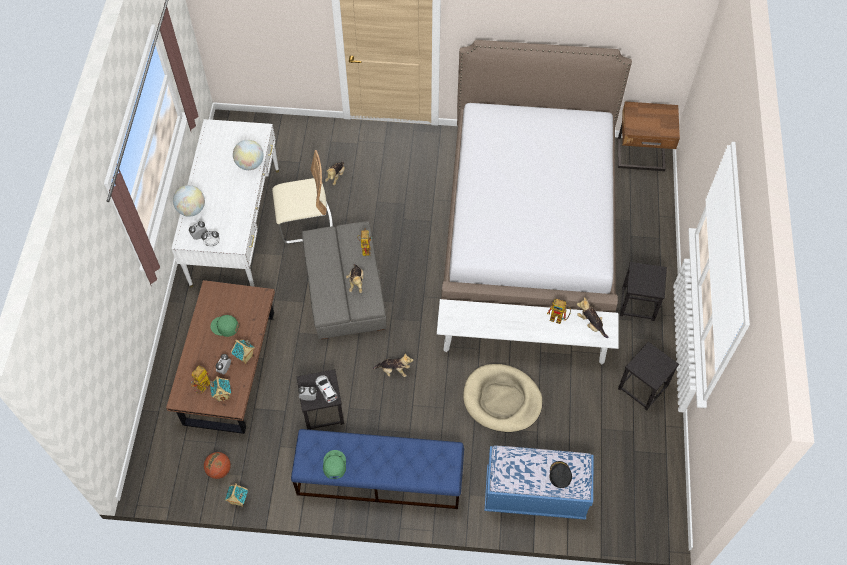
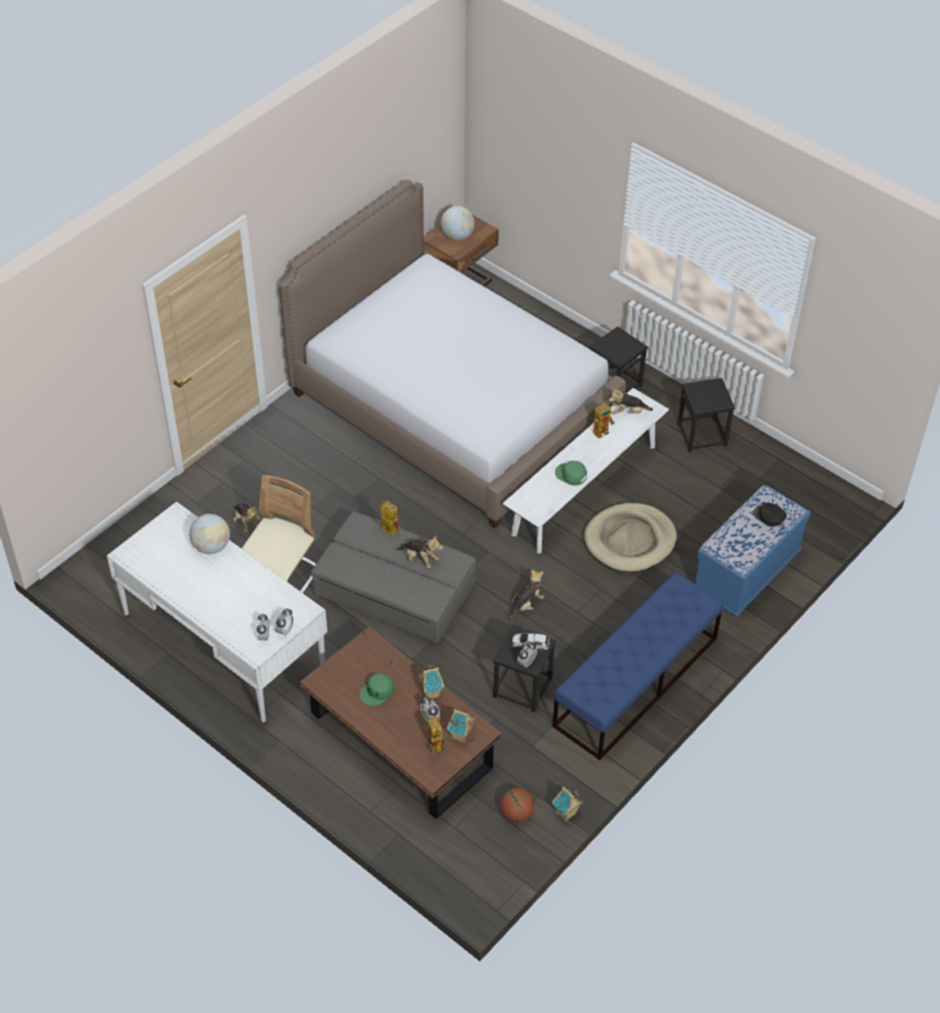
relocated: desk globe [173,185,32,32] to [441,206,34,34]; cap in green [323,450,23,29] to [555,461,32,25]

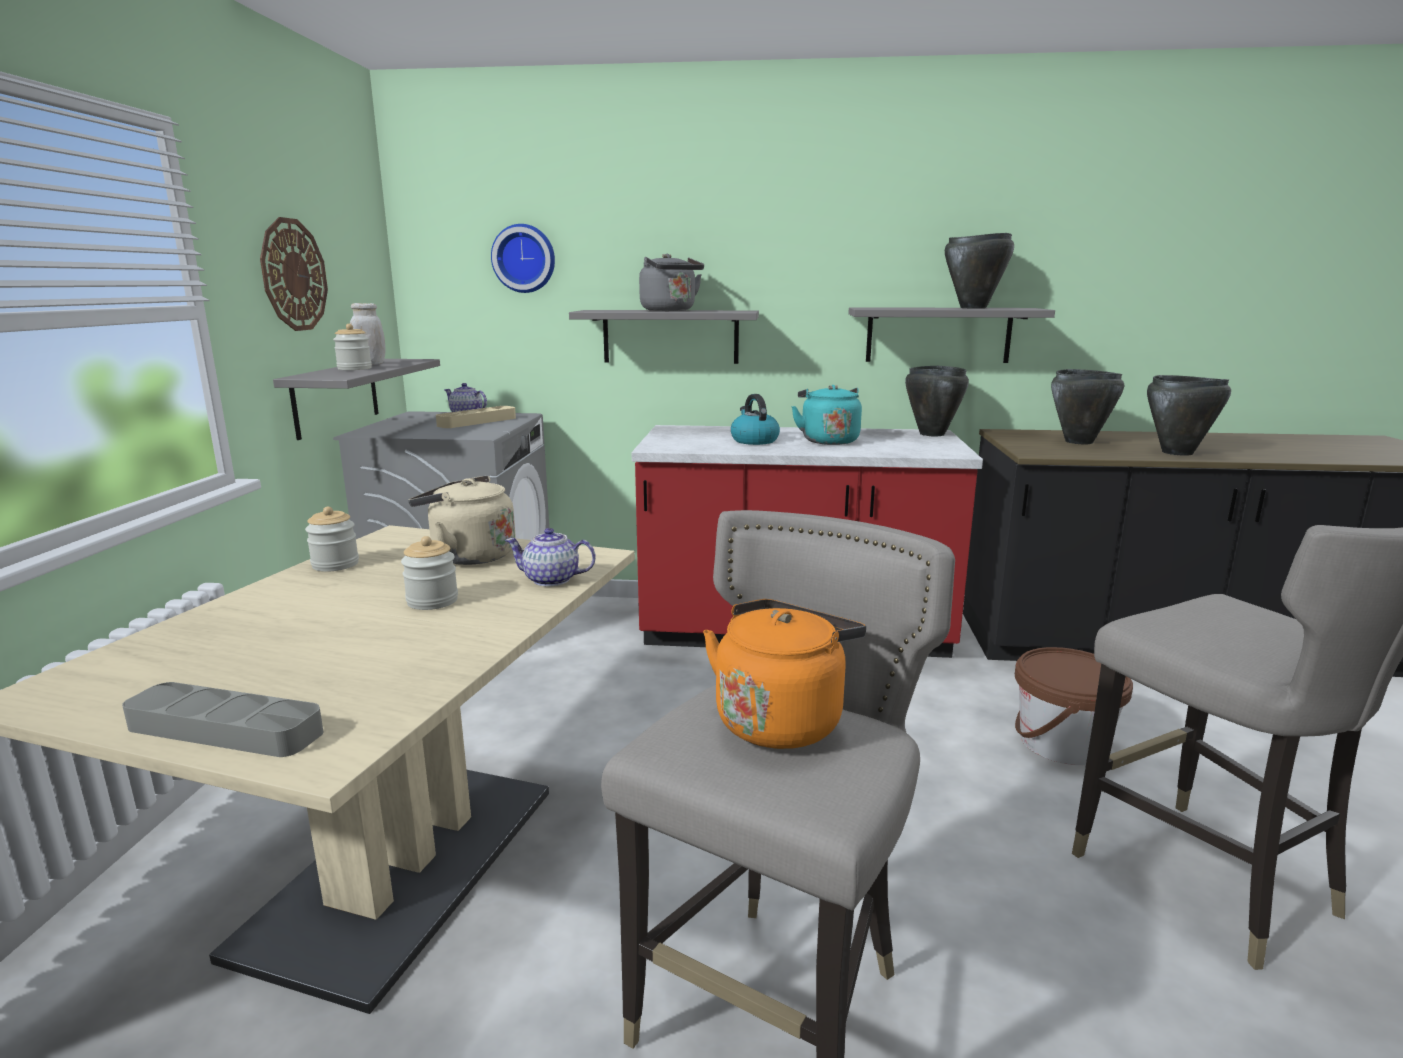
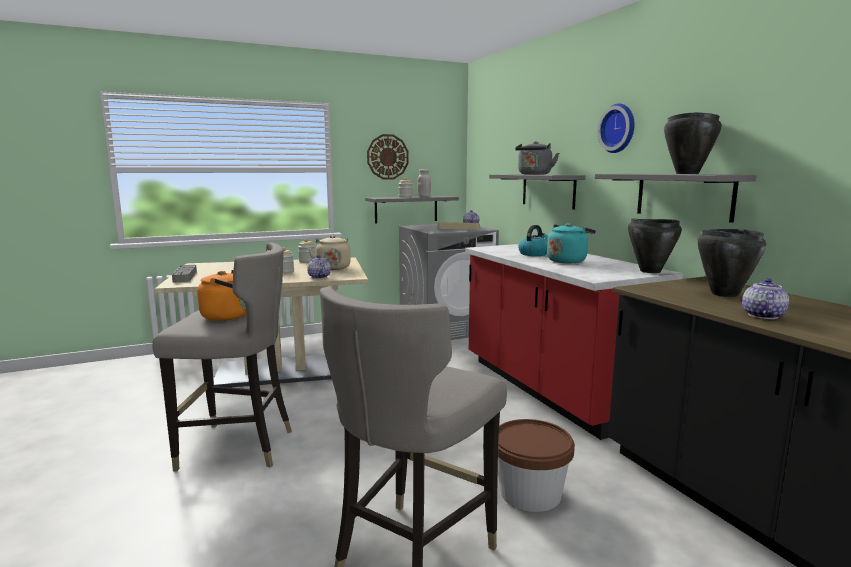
relocated: clock on the wall [491,224,64,69] to [597,104,38,49]
exchanged: stockpot in black [1147,375,84,81] to teapot [742,278,47,41]

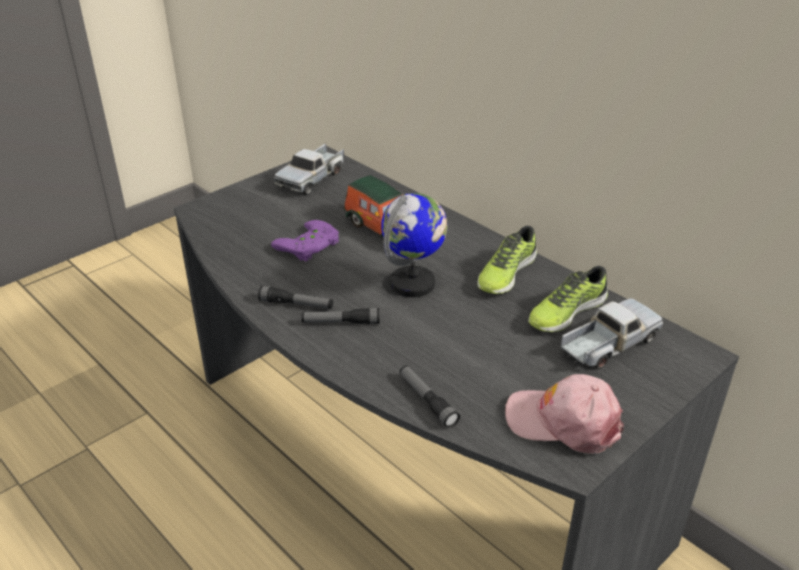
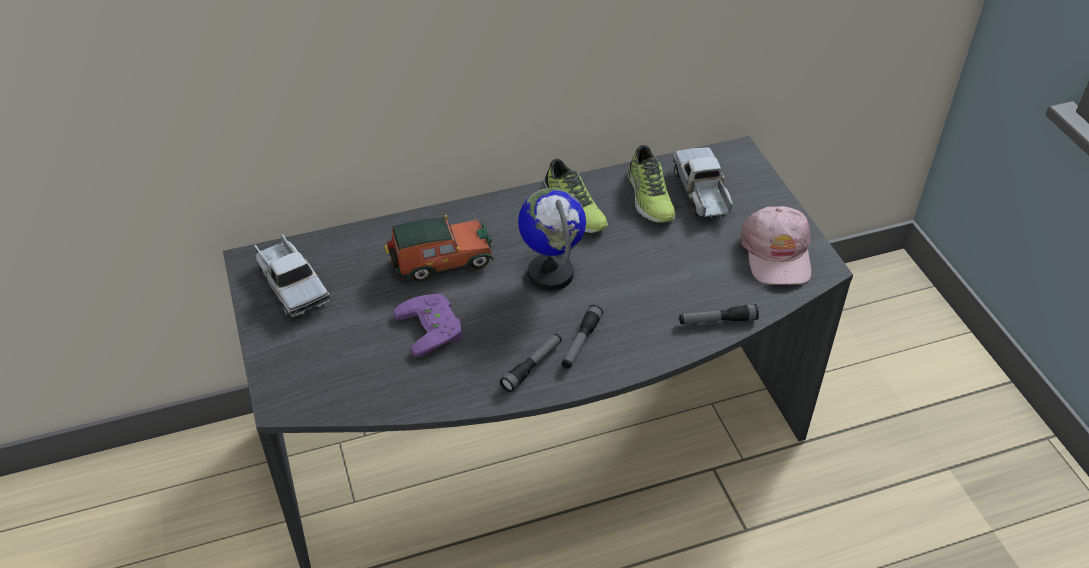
spun: cap in pinkish [505,374,119,80] = [740,206,71,79] 45 degrees counterclockwise

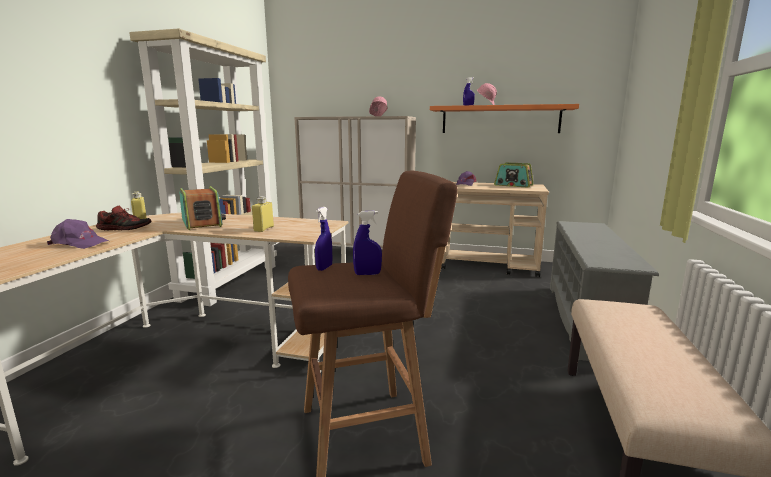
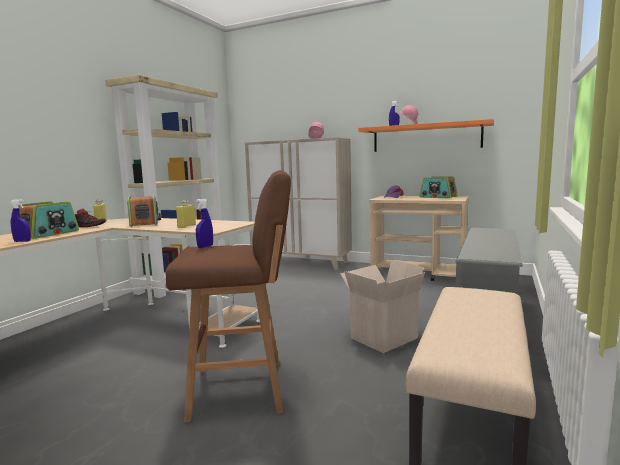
appeared: cardboard box [340,260,85,93]
relocated: hand sprayer in blue-coloured [353,211,29,64] to [11,199,20,43]
exchanged: cap in purplish [47,219,62,30] to radio receiver [18,201,61,38]

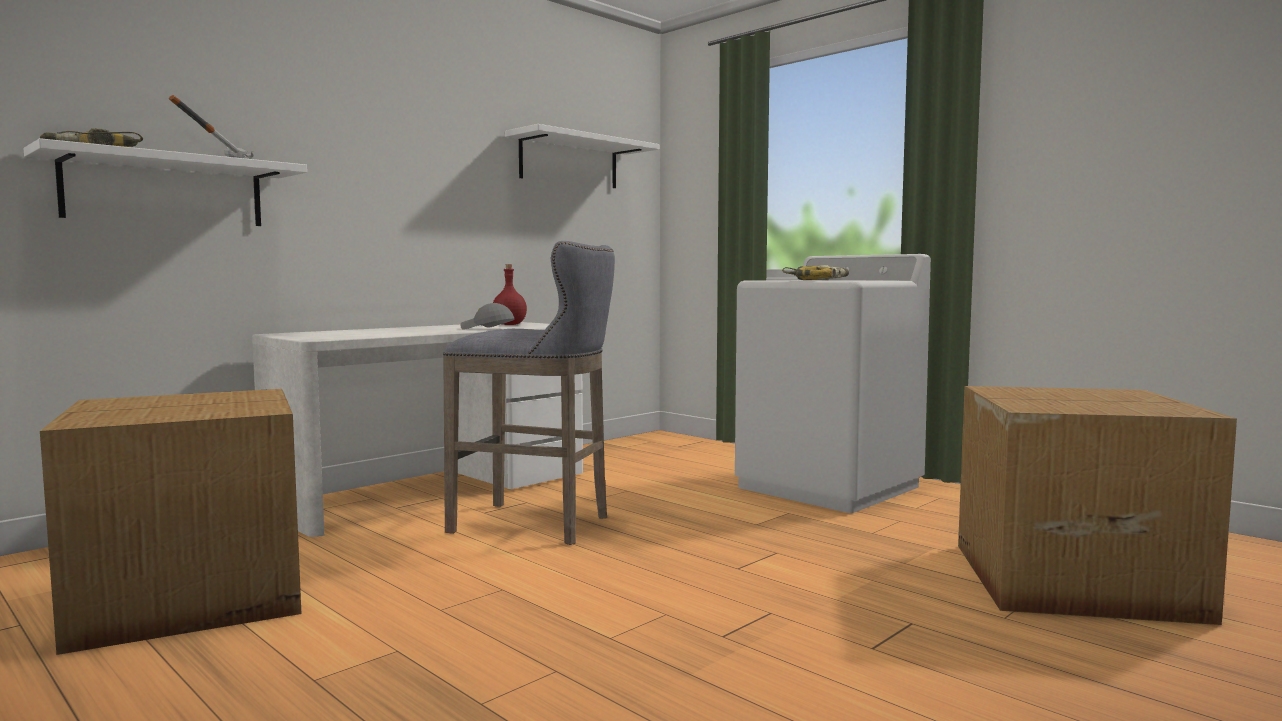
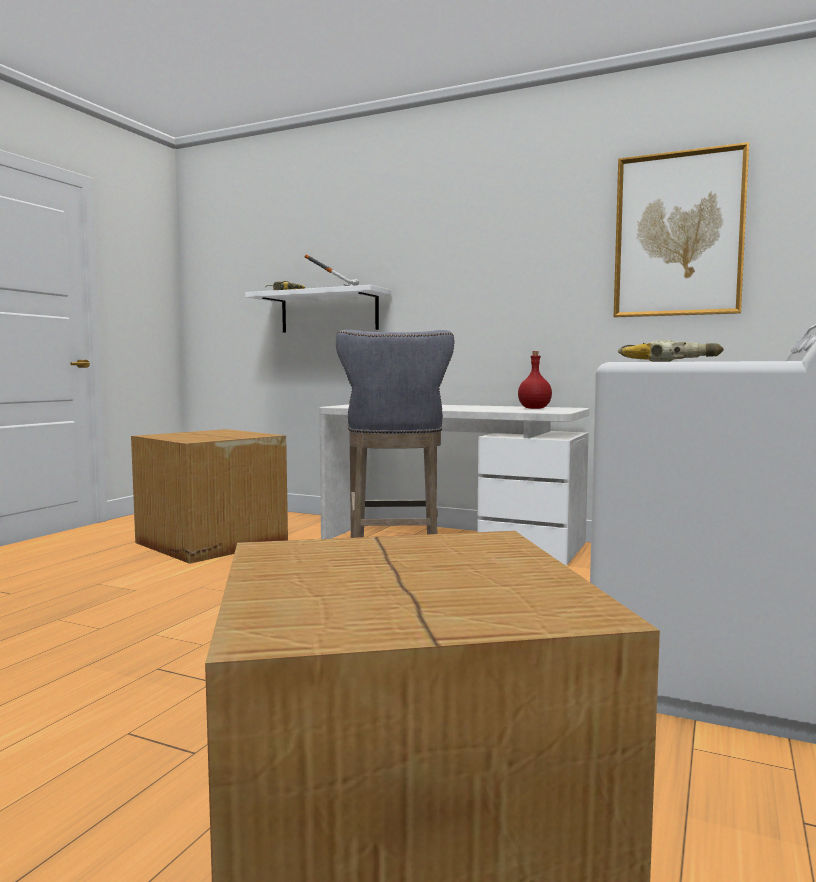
missing: cap in grey [460,303,54,27]
exchanged: bracket shelf in white-coloured [505,124,154,64] to wall art [614,142,135,175]

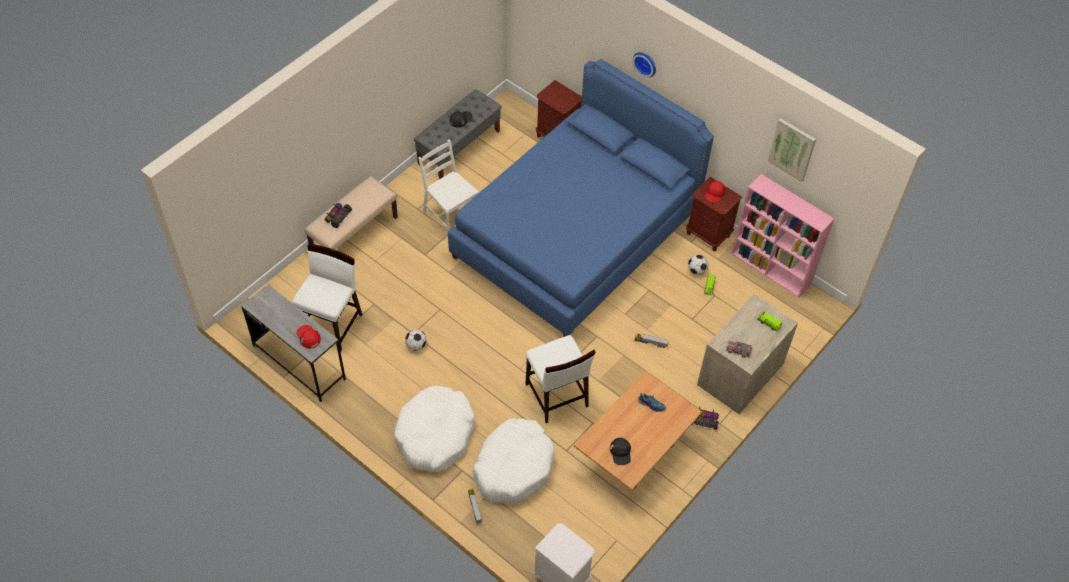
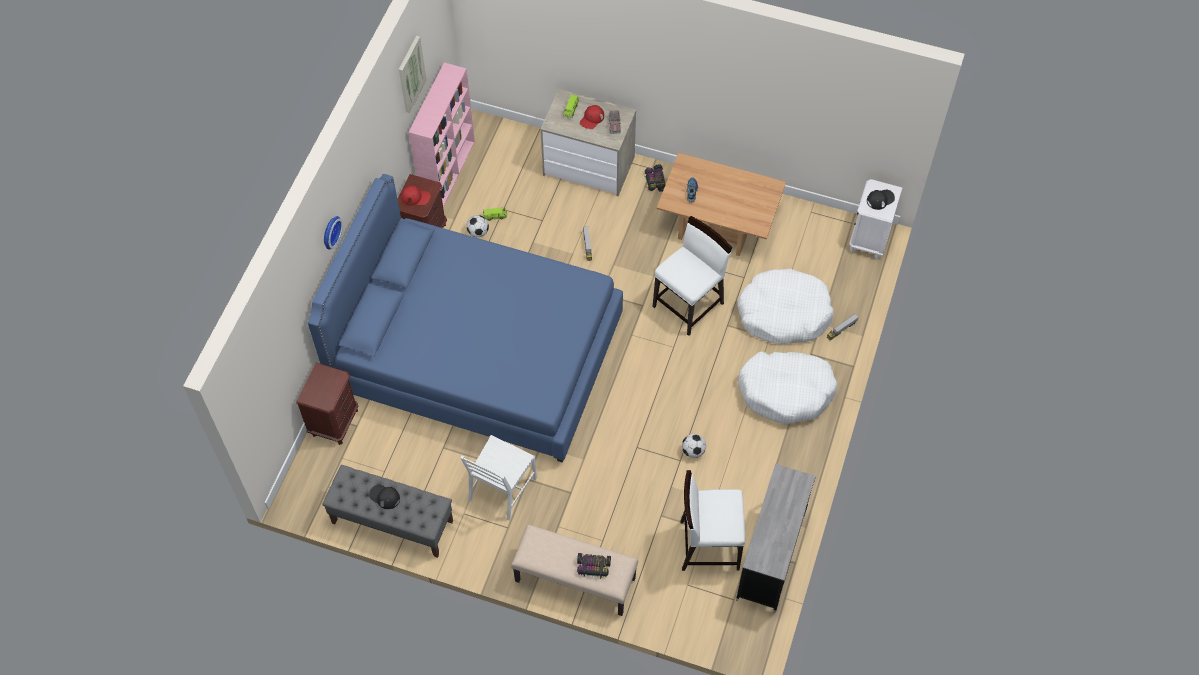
relocated: cap in red-coloured [297,325,24,23] to [580,105,24,24]; cap in black [610,438,21,27] to [867,190,28,20]

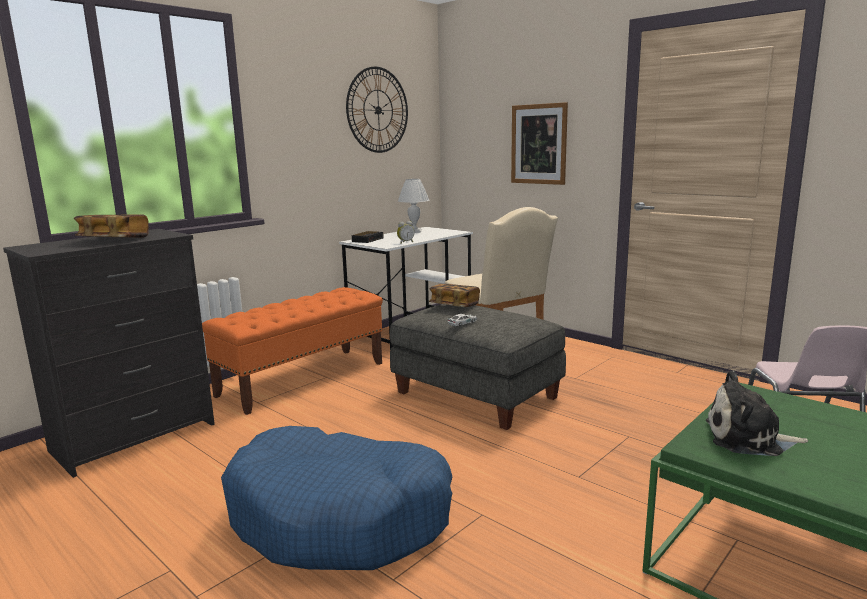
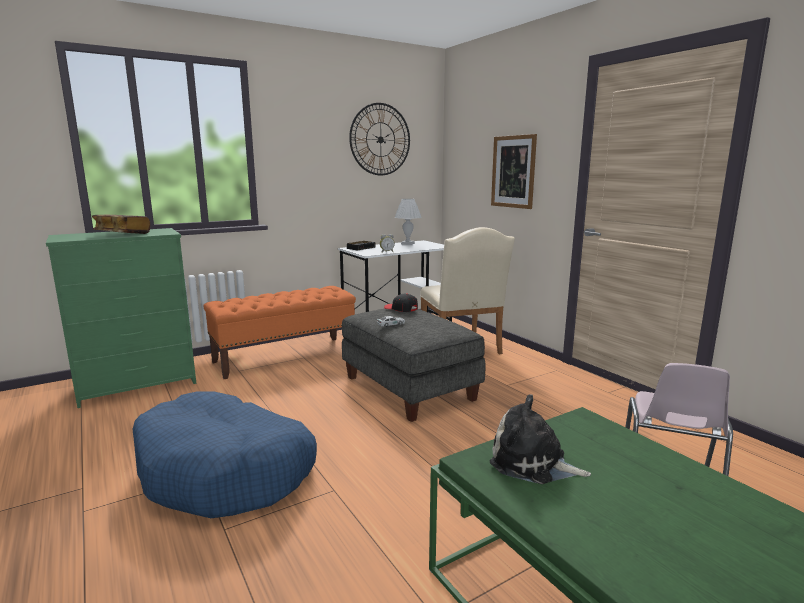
exchanged: volume [429,284,51,23] to cap in black [384,293,34,19]
colour: chest of drawers in black [3,229,212,249] to chest of drawers in green [46,228,150,180]

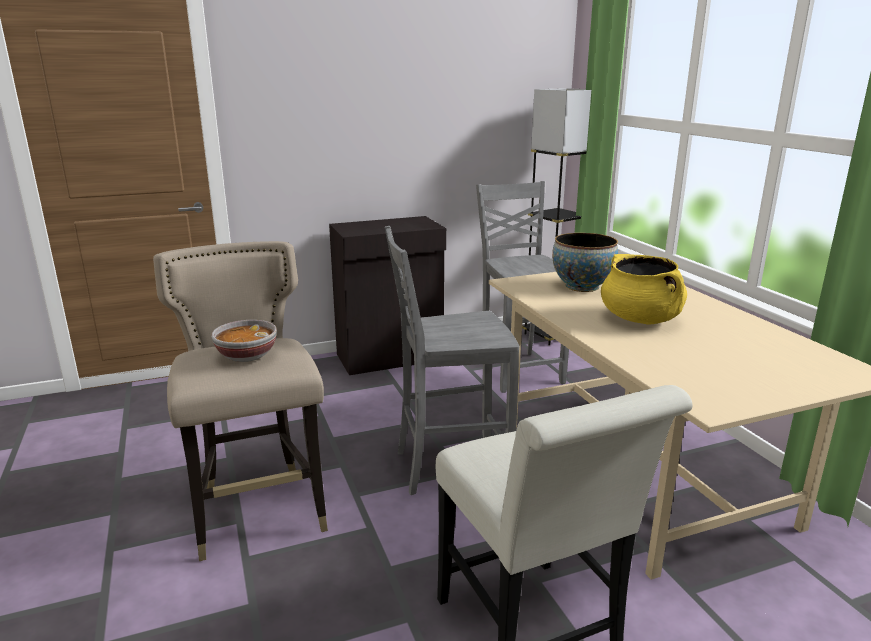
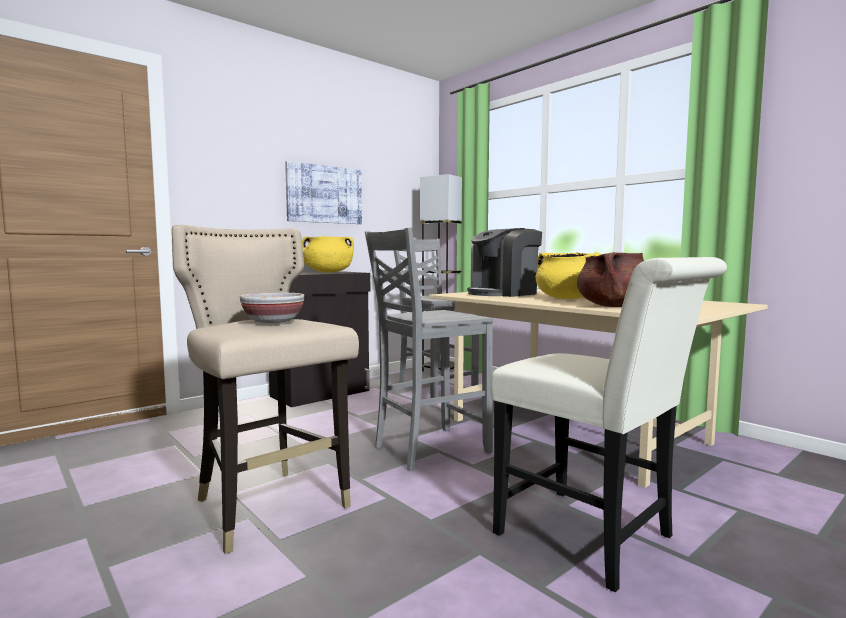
appeared: wall art [285,161,77,63]; stockpot in yellow [302,236,52,37]; stockpot in brown-coloured [577,252,67,55]
exchanged: bowl [552,233,66,59] to coffee machine [467,228,75,69]

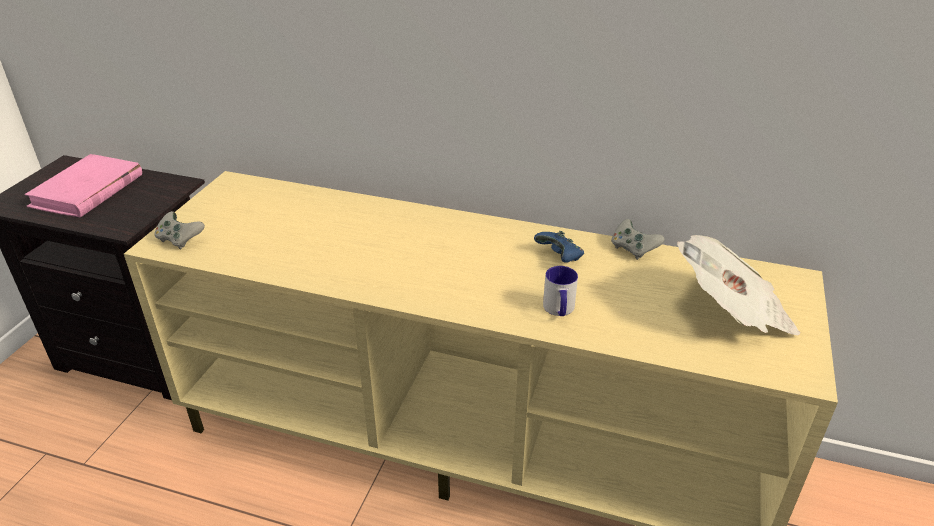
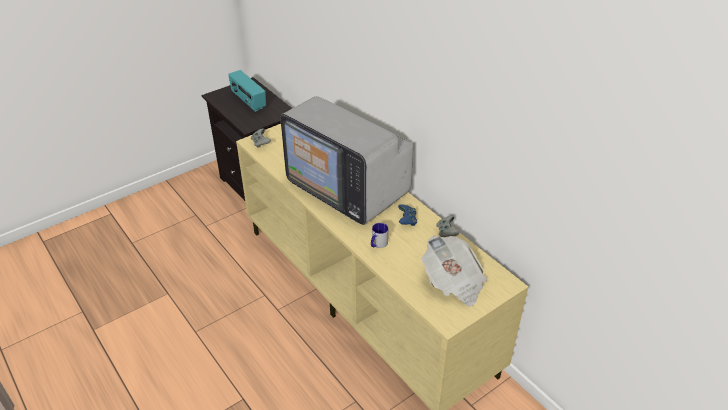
appeared: TV set [281,96,132,129]
exchanged: volume in pinkish [25,154,117,64] to radio receiver [228,70,38,42]

